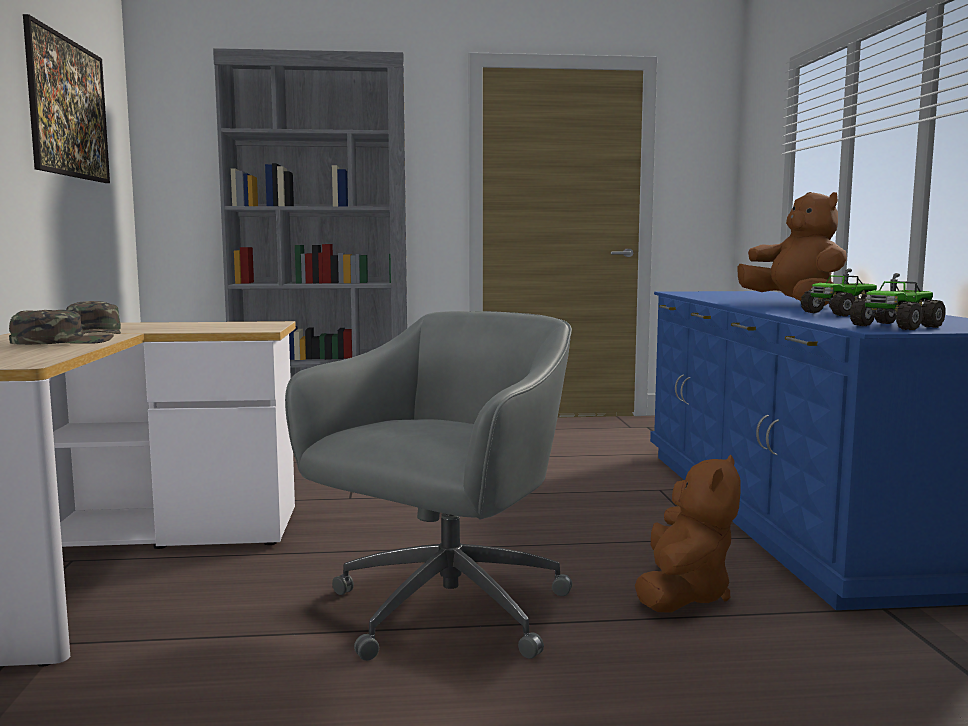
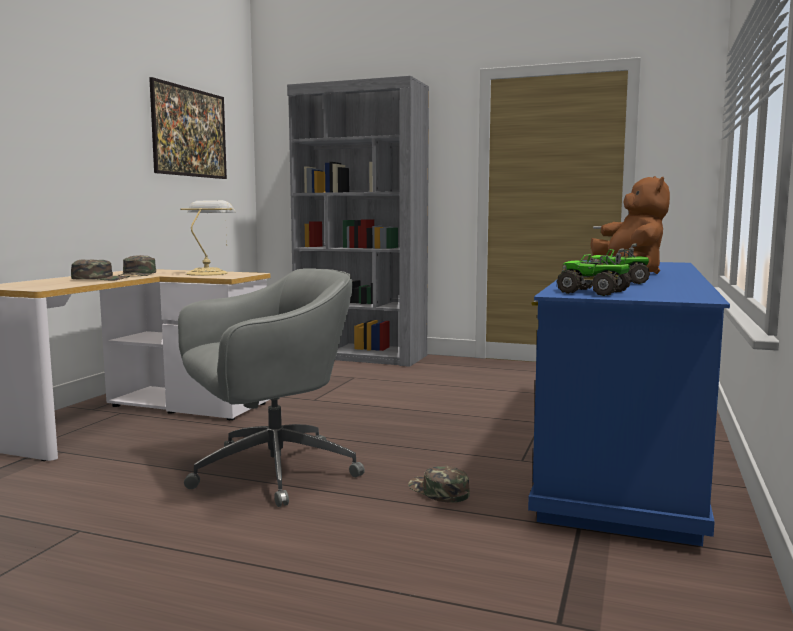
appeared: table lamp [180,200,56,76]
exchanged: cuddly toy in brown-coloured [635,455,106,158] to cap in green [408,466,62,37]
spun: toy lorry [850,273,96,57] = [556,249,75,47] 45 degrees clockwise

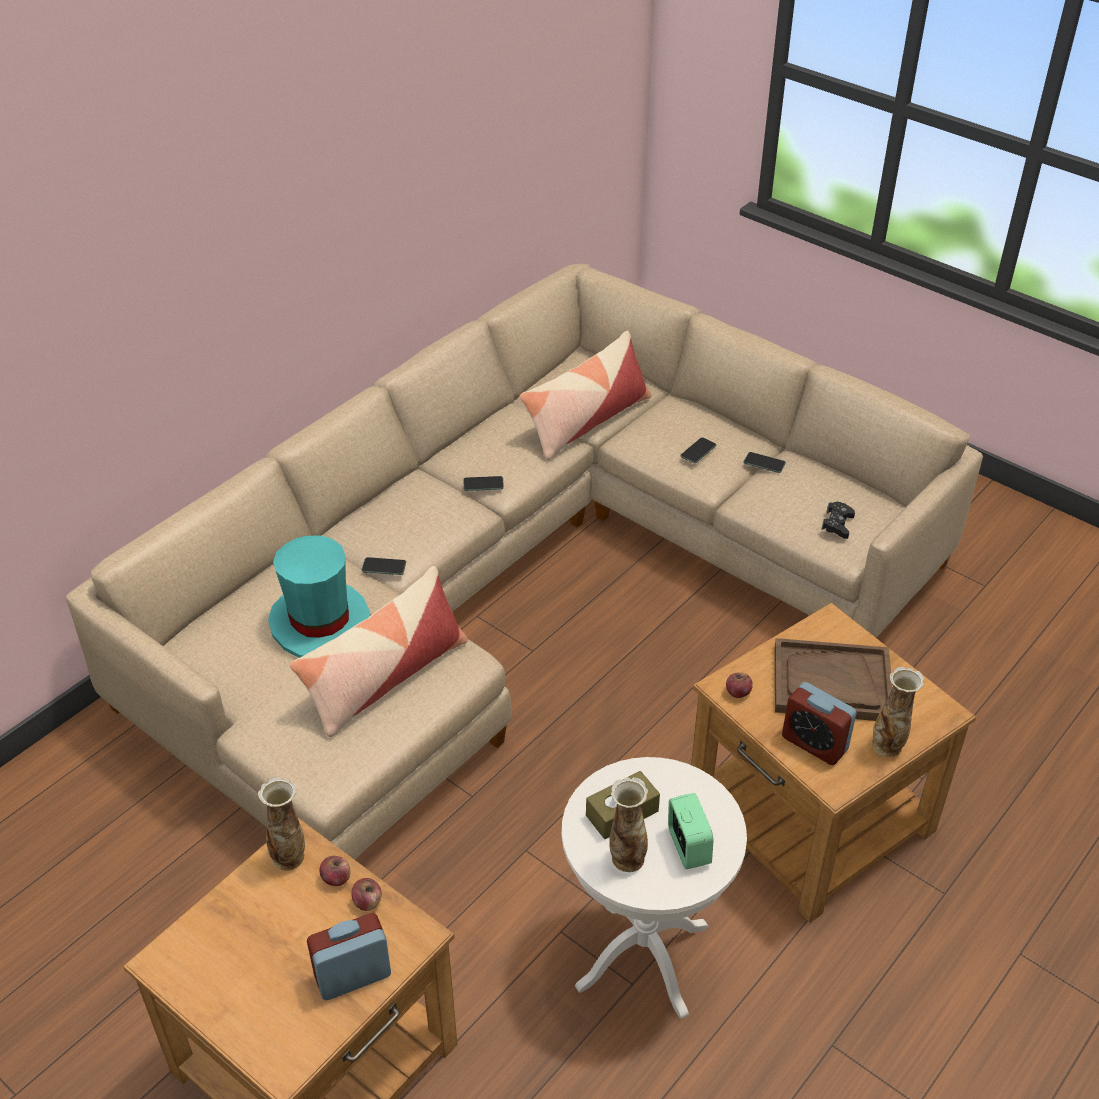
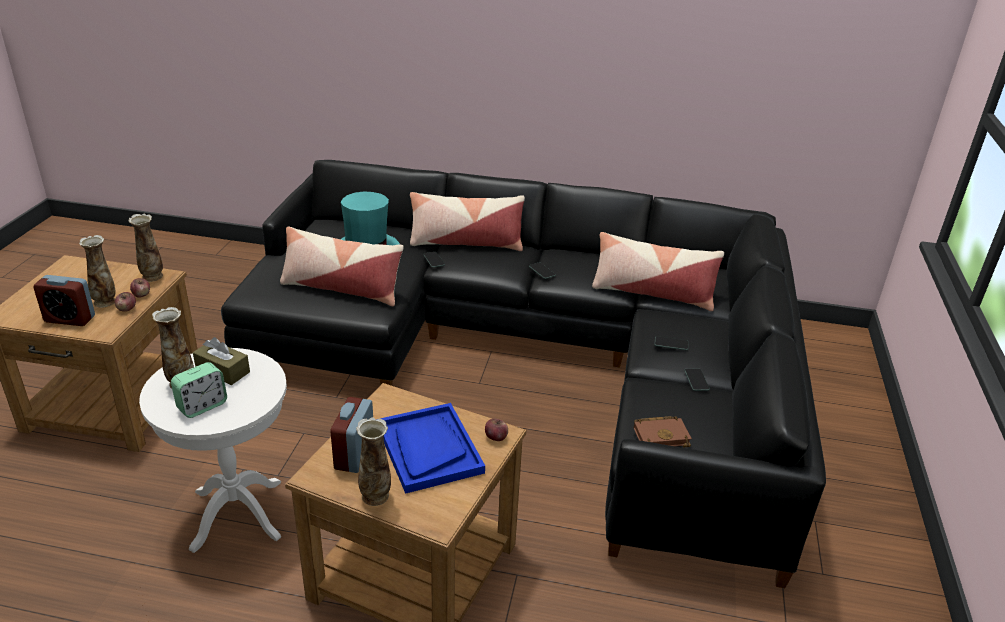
appeared: decorative vase [79,235,36,73]; throw pillow [410,192,115,59]
relocated: apple fruit [726,672,27,26] to [485,419,23,22]
exchanged: gamepad in black [821,502,34,37] to volume in brown-coloured [634,416,58,32]
colour: sofa in sand-coloured [66,264,917,596] to sofa in black [221,160,605,428]; tray in brown-coloured [775,638,117,83] to tray in blue-coloured [380,403,105,91]
spun: alarm clock [307,913,84,87] = [33,275,62,51] 150 degrees clockwise

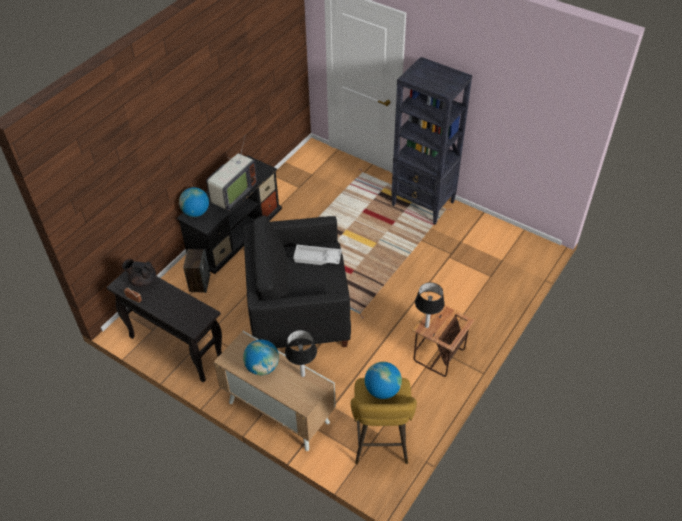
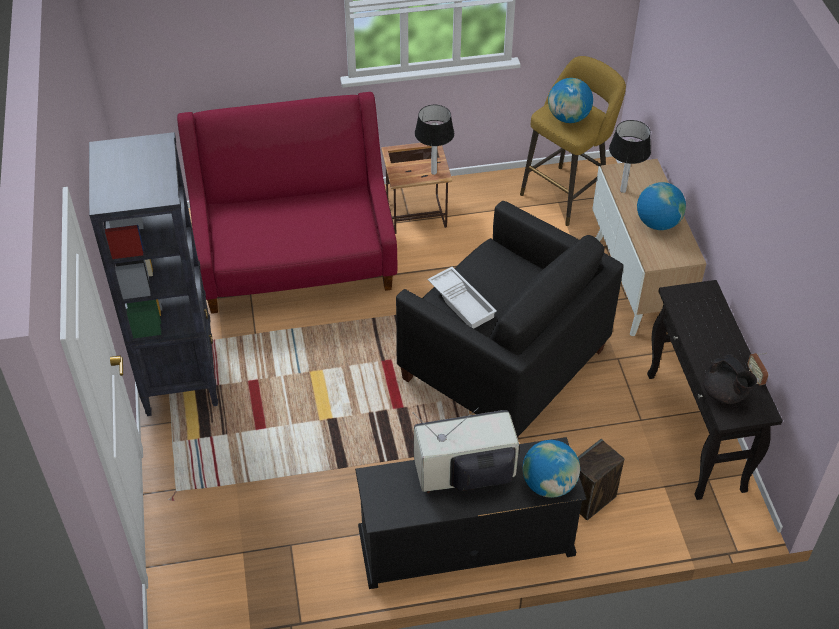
appeared: sofa in red-coloured [177,92,220,222]

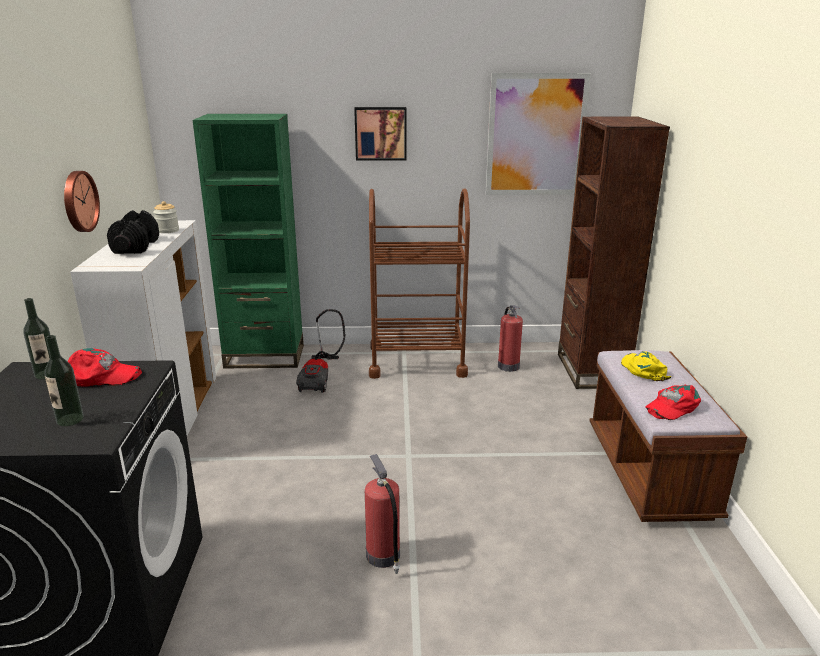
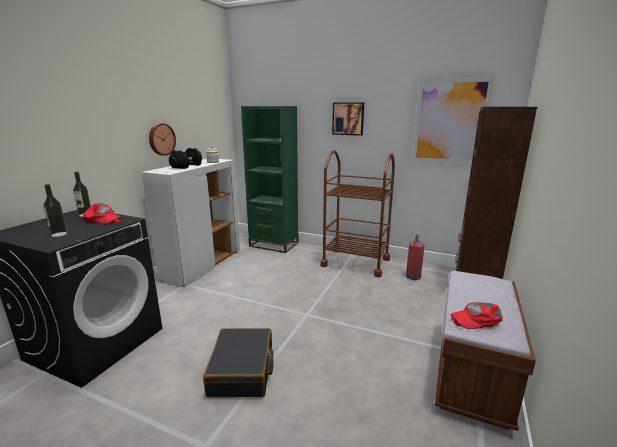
missing: vacuum [296,309,50,84]; cap in yellow [621,351,50,30]
exchanged: fire extinguisher [365,454,35,120] to suitcase in black [203,328,70,69]

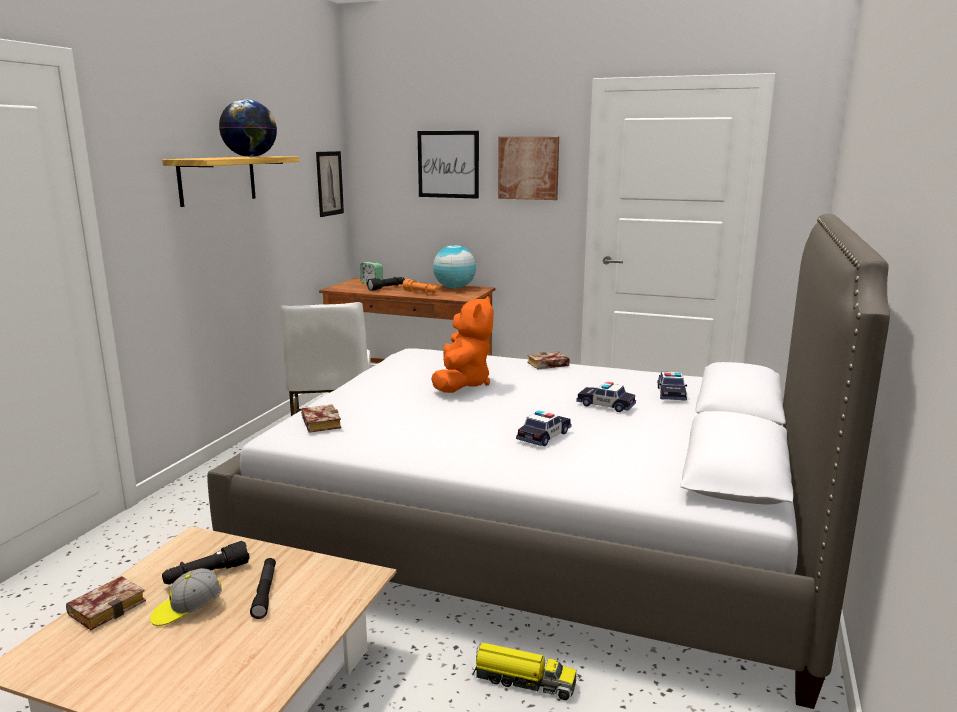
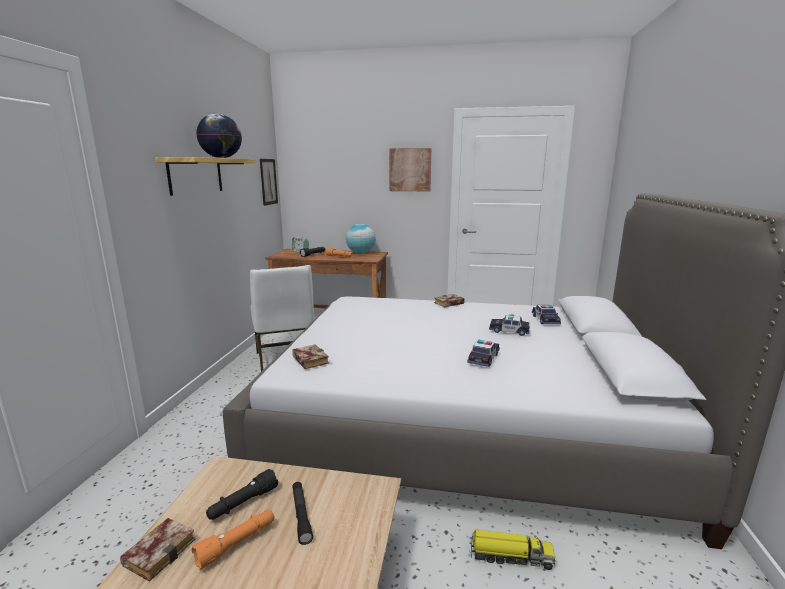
missing: wall art [417,131,62,68]; cuddly toy in orangey [431,296,62,97]
exchanged: cap [150,568,72,58] to torch in orangey [191,510,83,60]

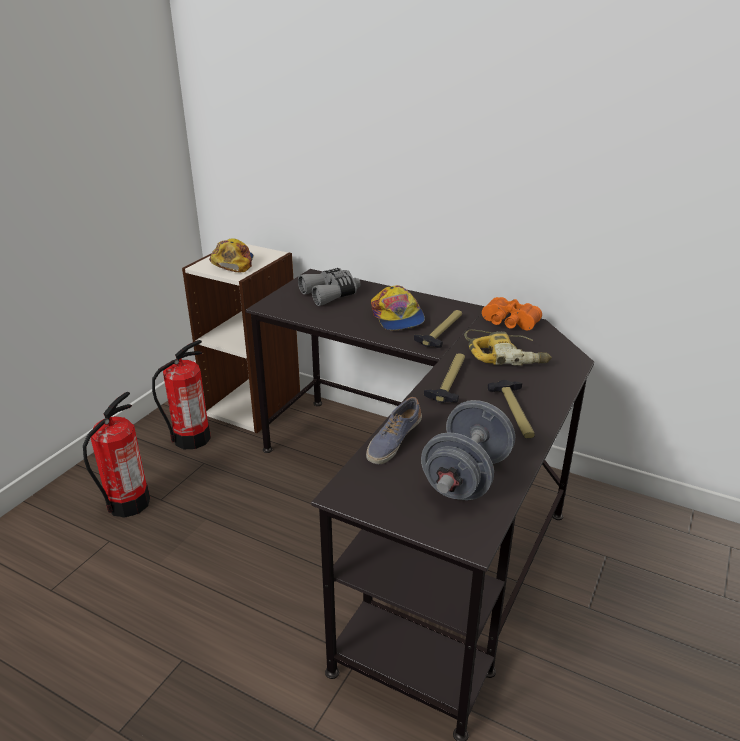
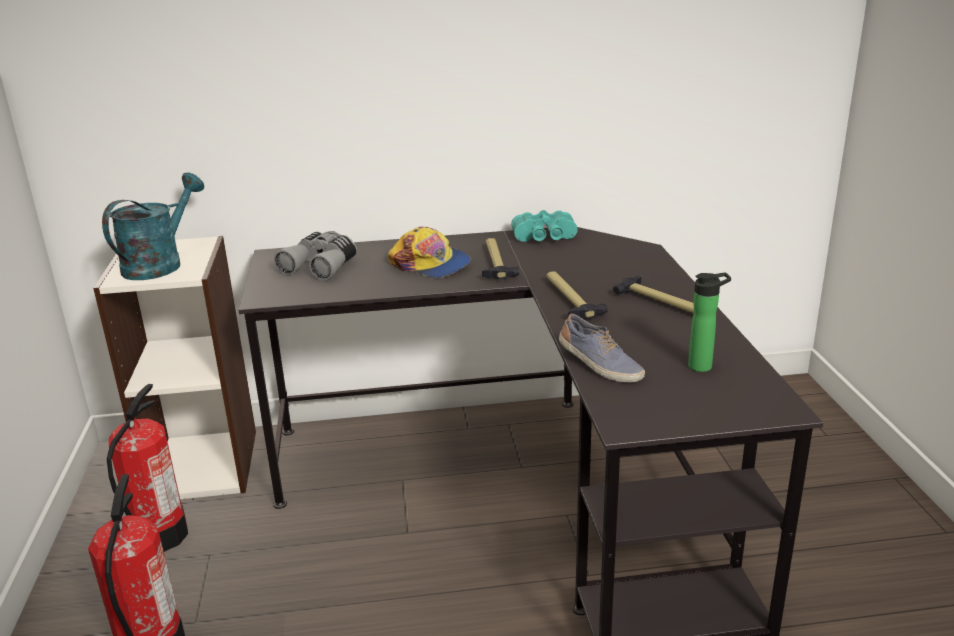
missing: electric drill [464,329,88,37]
exchanged: cap [209,239,45,34] to watering can in turquoise-coloured [102,172,102,108]; free weight in grey [421,400,94,100] to beverage bottle [688,272,43,100]
colour: pair of binoculars in orangey [482,297,60,33] to pair of binoculars in turquoise-coloured [511,210,67,32]
spun: shoe [366,397,56,67] = [559,314,86,68] 45 degrees counterclockwise

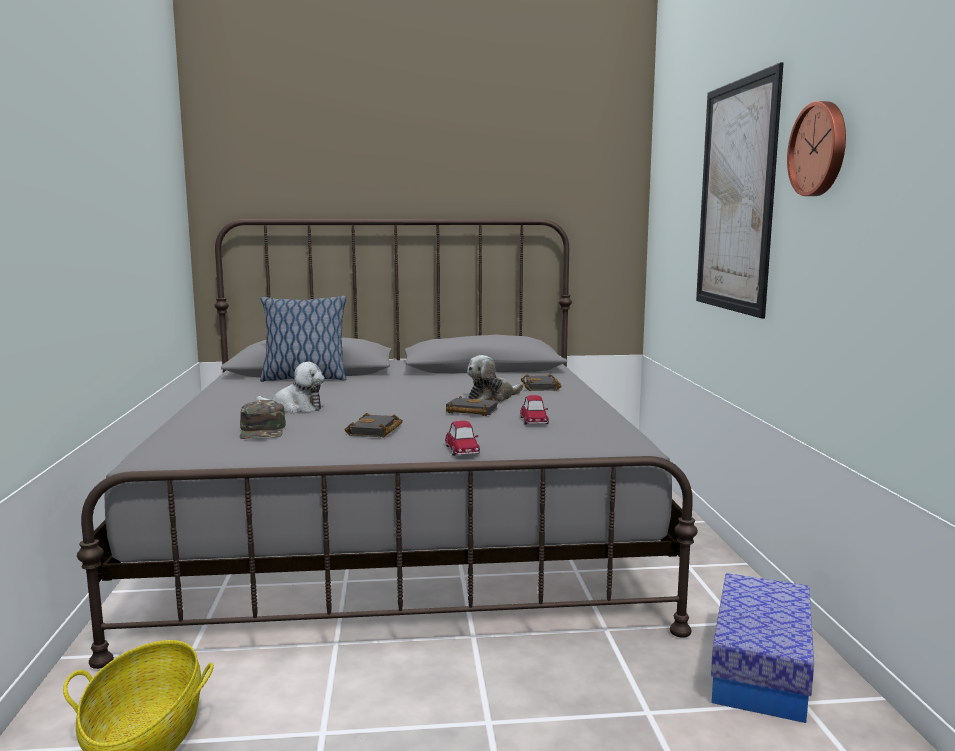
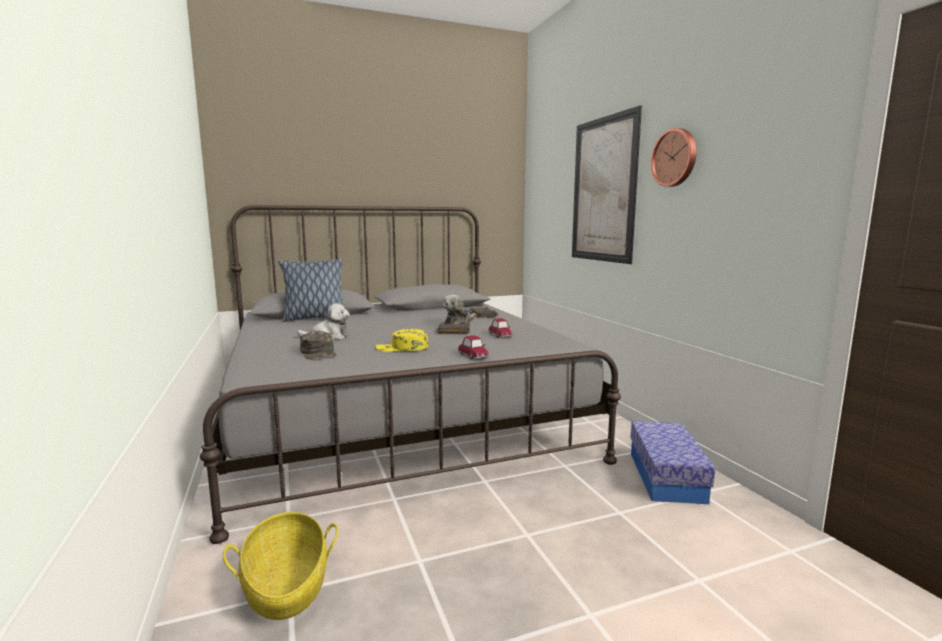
exchanged: volume in black [345,413,58,25] to cap in yellow [376,329,52,23]

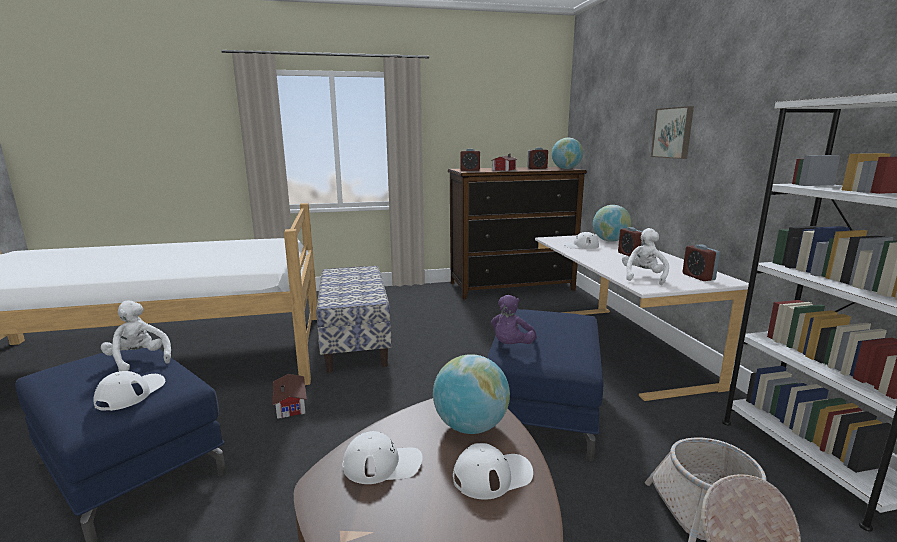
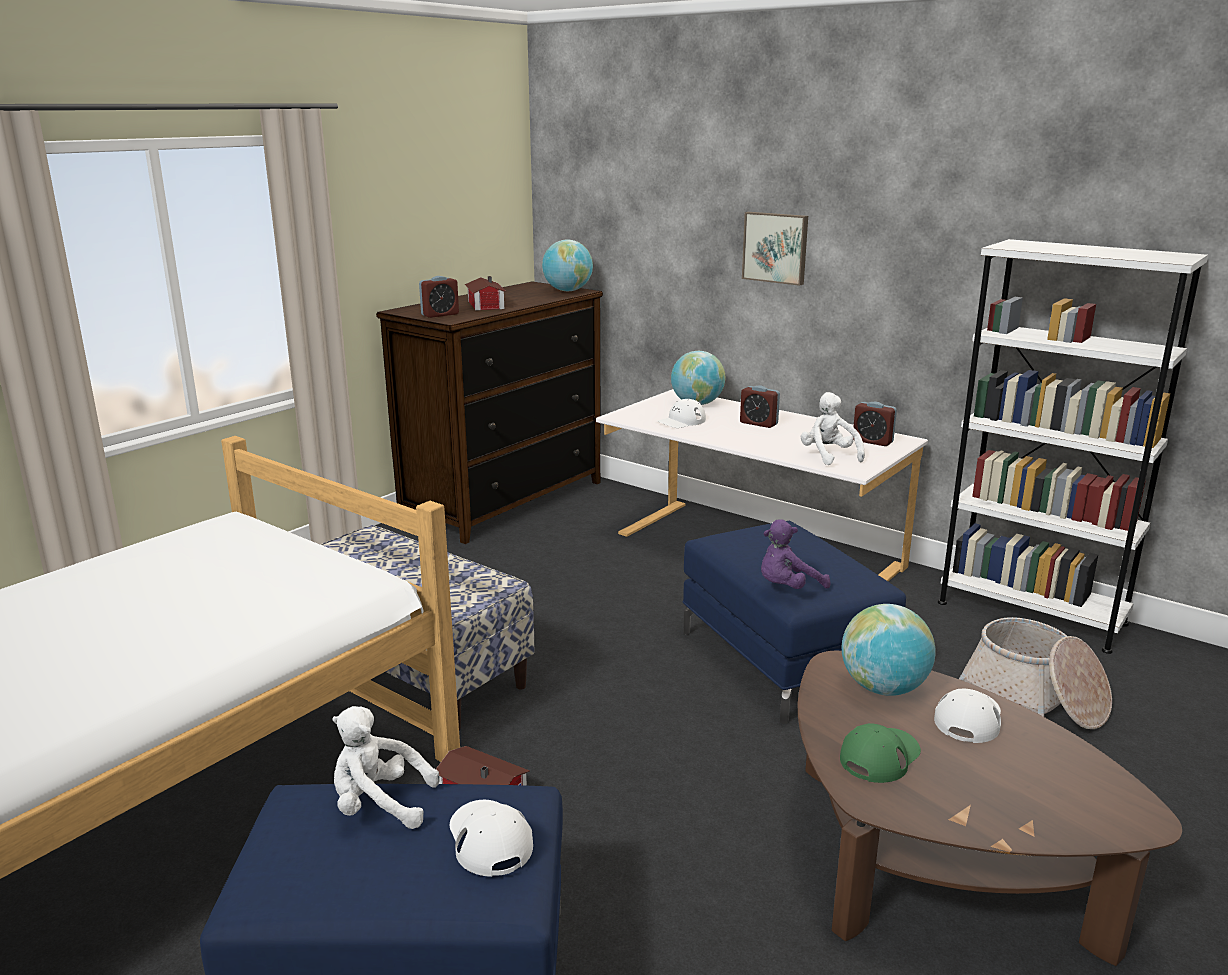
missing: alarm clock [527,148,21,21]
colour: cap in white-coloured [342,431,81,53] to cap in green [840,723,81,60]
spun: cuddly toy in purplish [491,295,46,49] = [761,519,70,70] 75 degrees clockwise

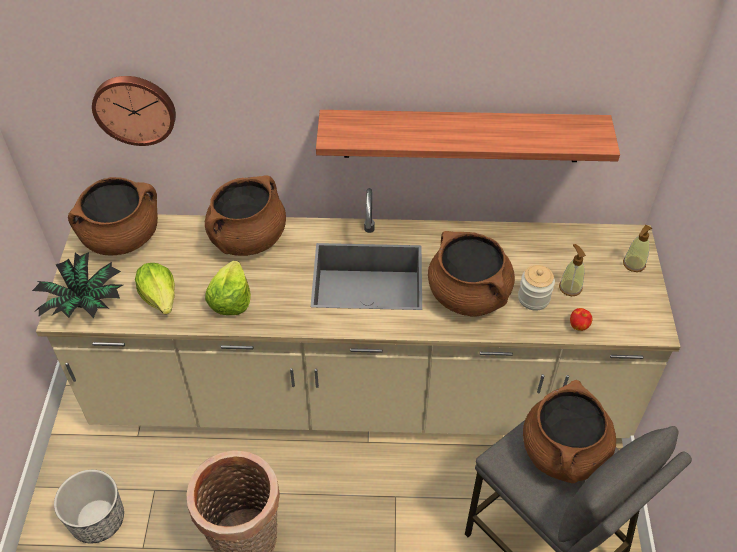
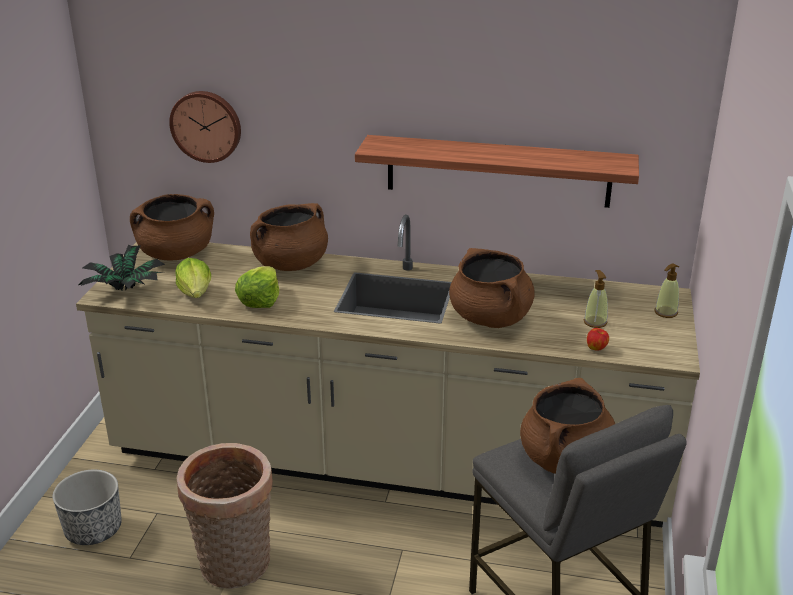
missing: preserve jar [518,265,37,46]

